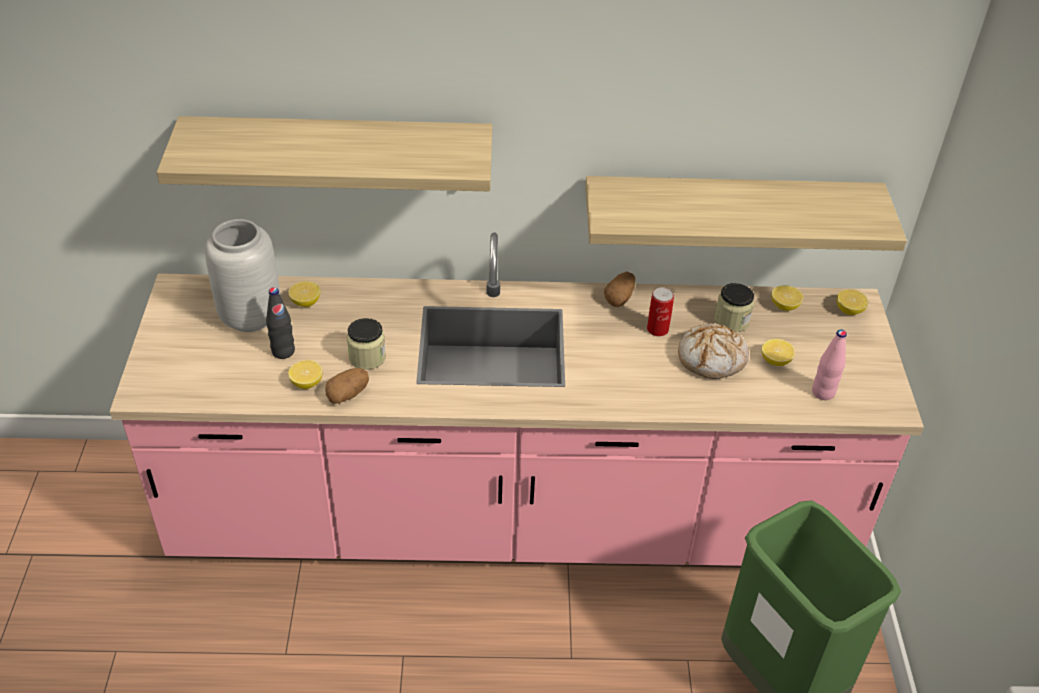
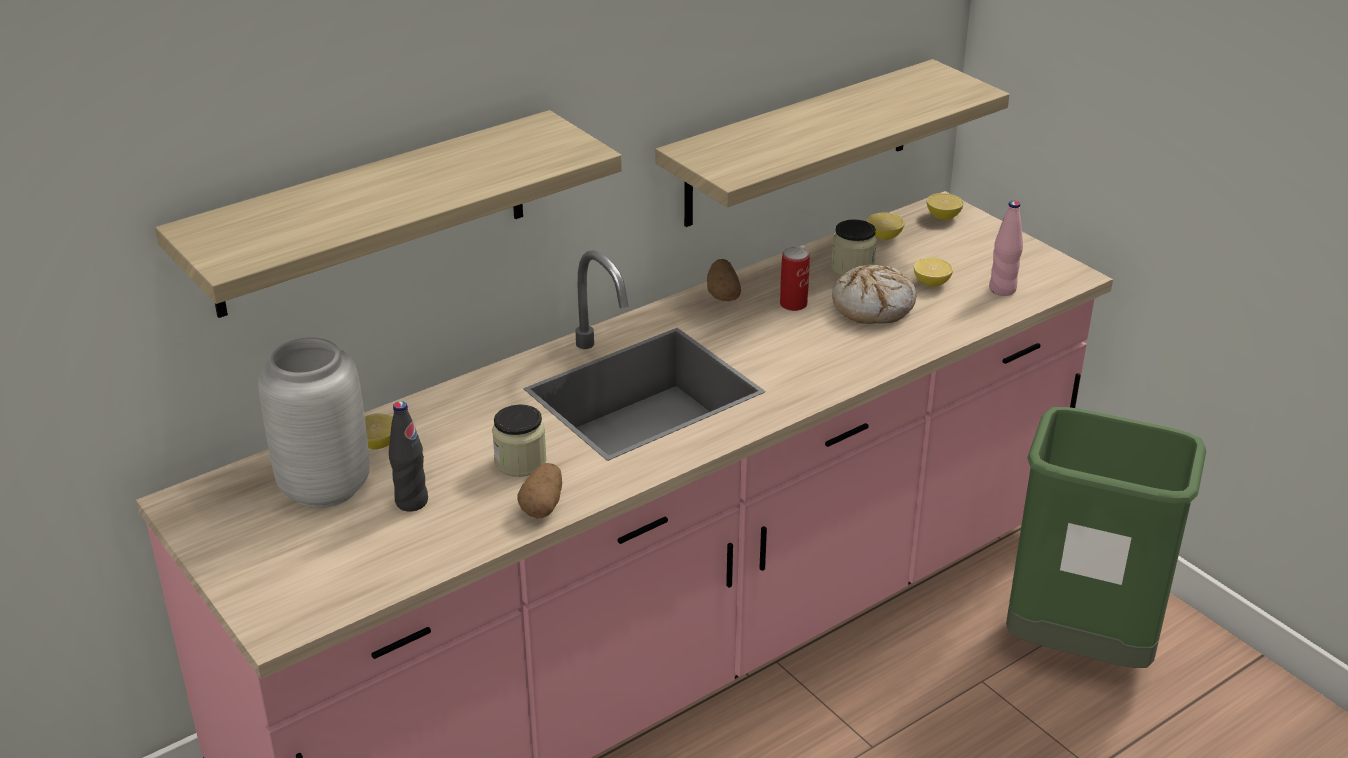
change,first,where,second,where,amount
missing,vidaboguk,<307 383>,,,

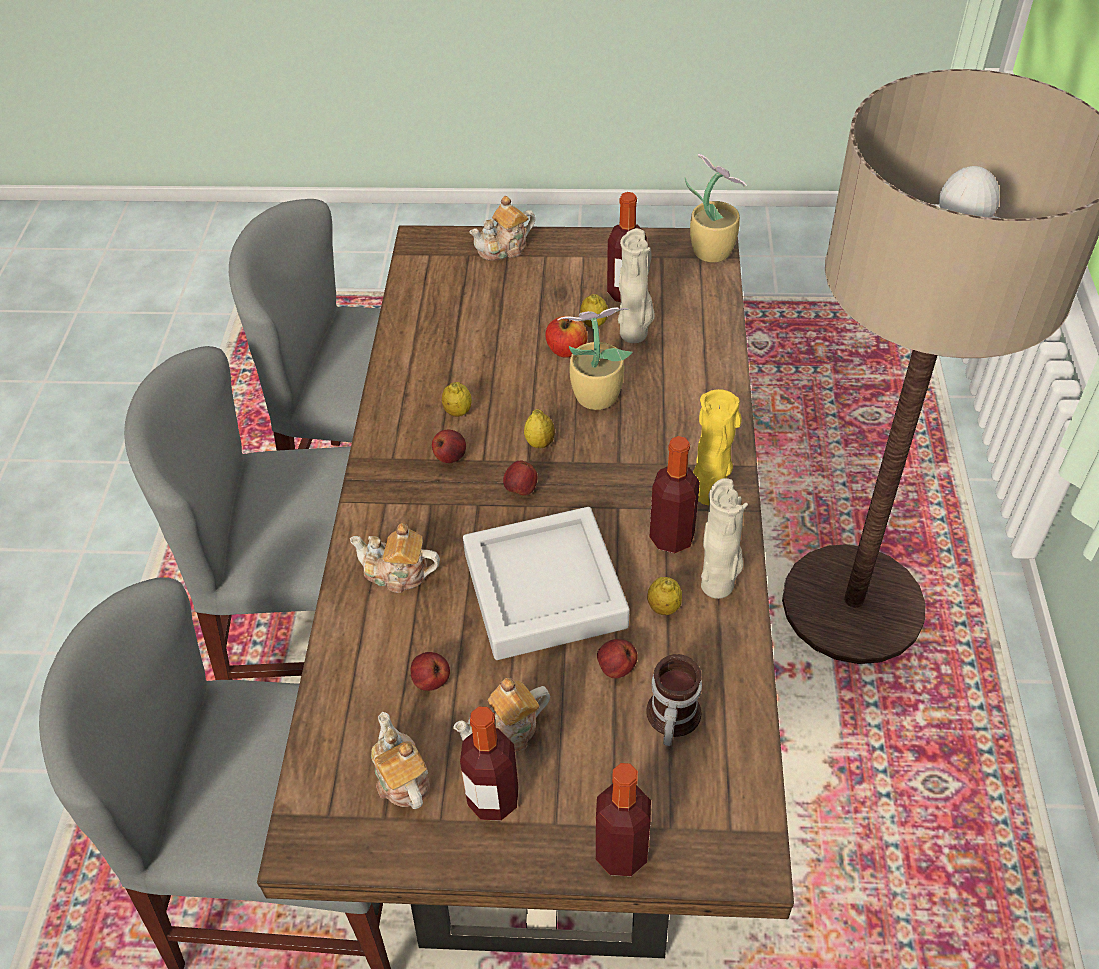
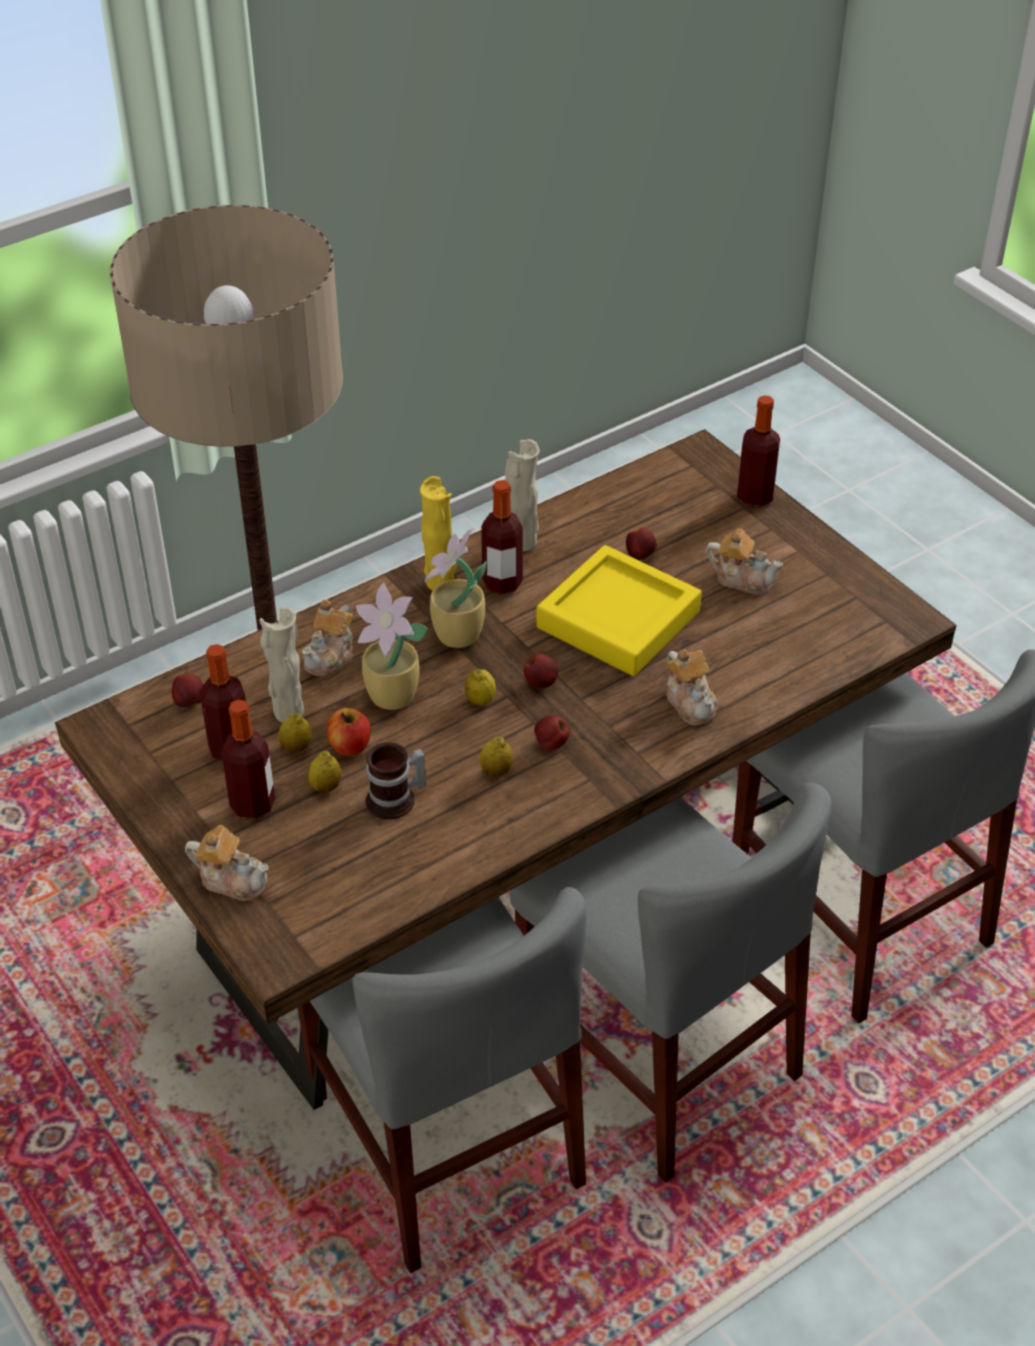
change,first,where,second,where,amount
relocated,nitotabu,<431 681>,,<190 703>,
relocated,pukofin,<493 799>,,<252 804>,
relocated,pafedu,<401 778>,,<331 656>,
relocated,vidaboguk,<663 607>,,<326 787>,
relocated,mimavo,<670 717>,,<396 801>,
relocated,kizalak,<711 250>,,<456 636>,
colour,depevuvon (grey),<544 590>,depevuvon (yellow),<618 620>,

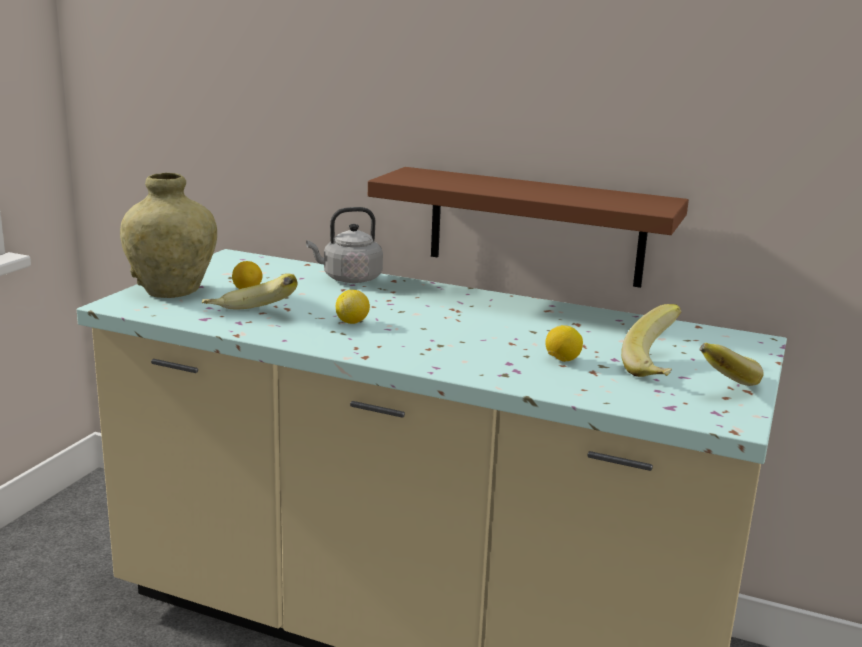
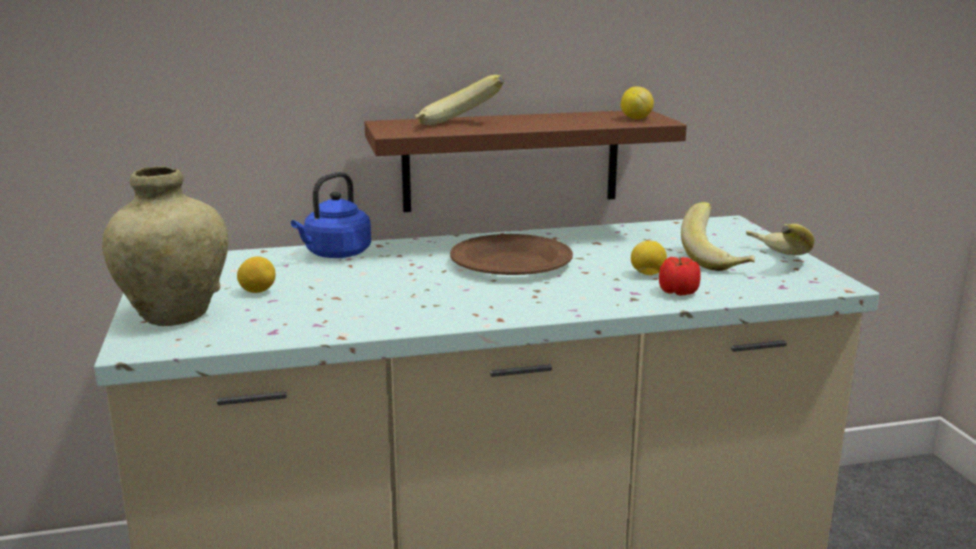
change,first,where,second,where,amount
colour,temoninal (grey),<349 279>,temoninal (blue),<335 254>,
relocated,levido,<250 316>,,<457 126>,
appeared,,,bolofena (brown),<511 262>,
relocated,vidaboguk,<352 322>,,<636 118>,
appeared,,,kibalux,<678 293>,

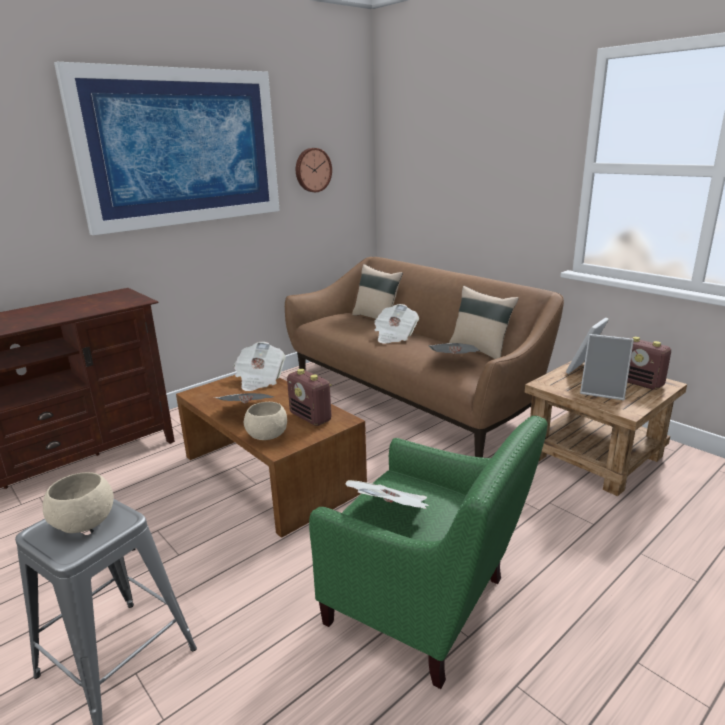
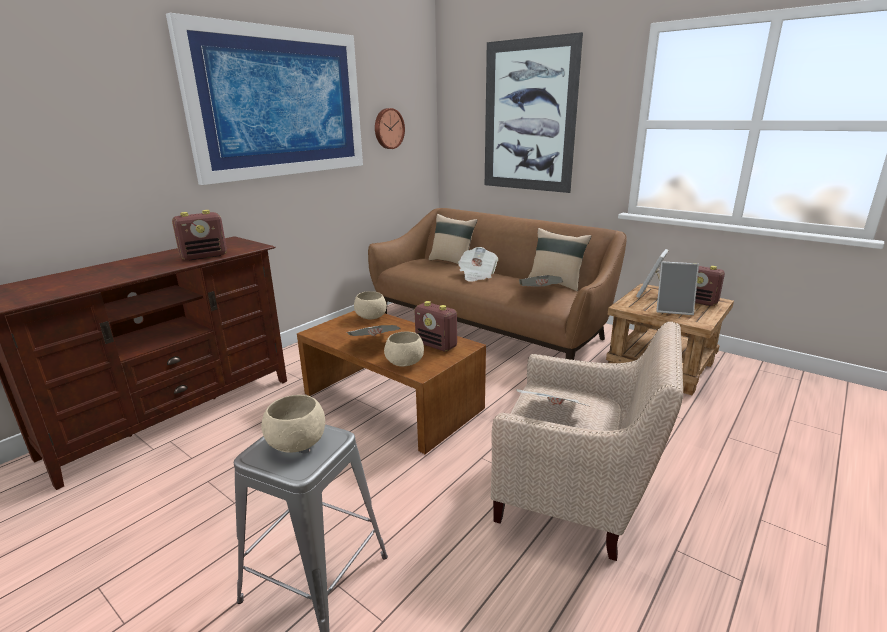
change,first,where,second,where,amount
appeared,,,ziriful,<204 256>,
exchanged,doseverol,<259 380>,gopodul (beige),<371 317>,
appeared,,,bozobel,<528 117>,
colour,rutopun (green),<426 608>,rutopun (beige),<577 498>,

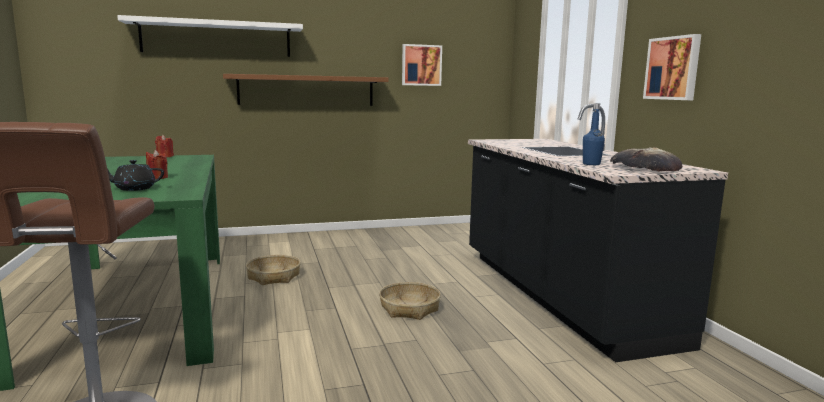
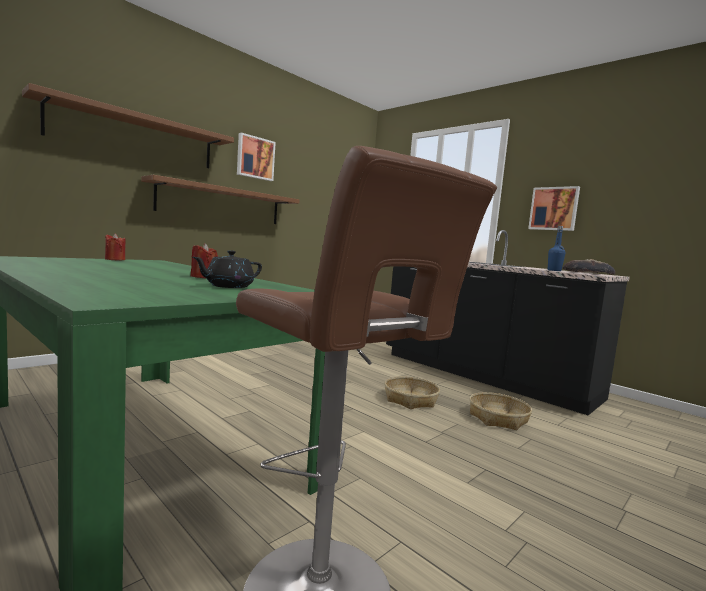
change,first,where,second,where,amount
colour,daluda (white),<217 38>,daluda (brown),<136 136>,
relocated,bozobel,<421 65>,,<255 158>,
relocated,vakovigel,<273 276>,,<498 418>,

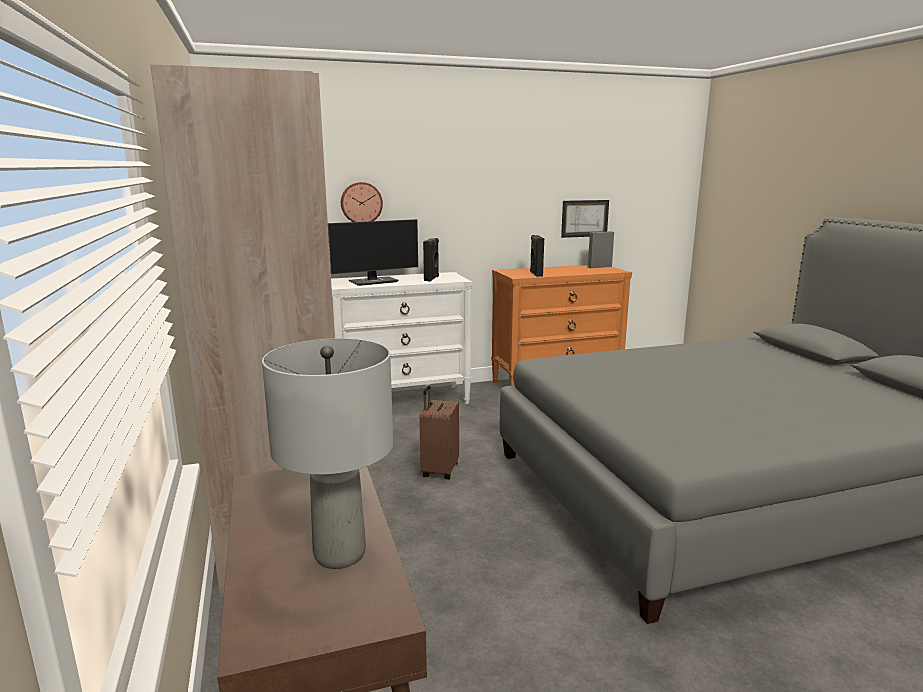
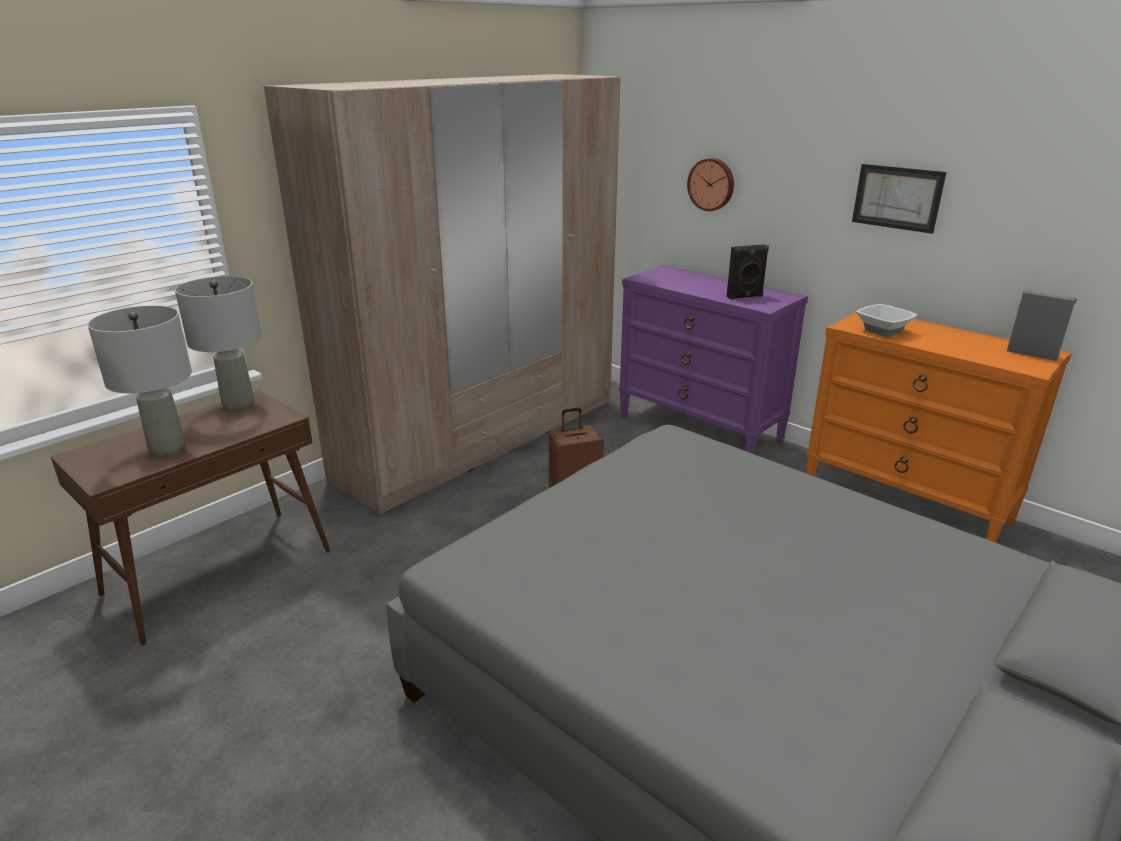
change,first,where,second,where,amount
appeared,,,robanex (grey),<238 405>,
colour,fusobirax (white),<401 401>,fusobirax (purple),<700 429>,
relocated,bozobel,<584 218>,,<897 197>,
exchanged,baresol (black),<535 274>,gopodul,<882 331>,
missing,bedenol,<374 281>,,,

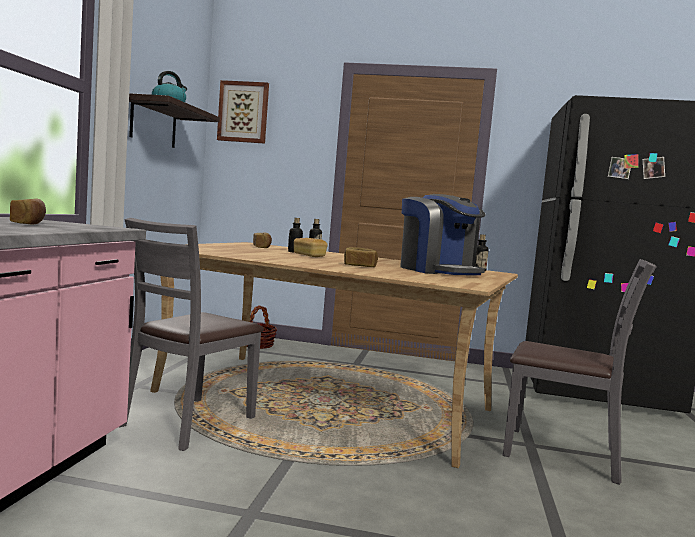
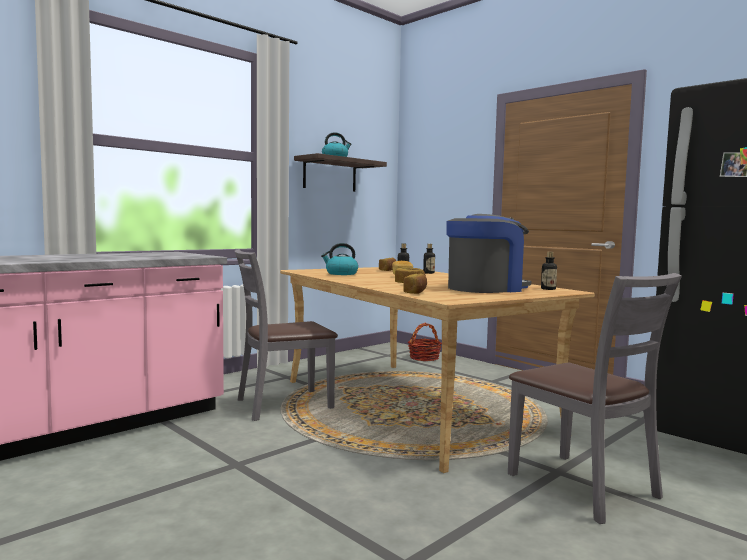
change,first,where,second,where,amount
appeared,,,temoninal,<341 274>,
relocated,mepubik,<29 223>,,<416 292>,
spun,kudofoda,<438 271>,,<486 288>,120 degrees counterclockwise
missing,bozobel,<243 112>,,,

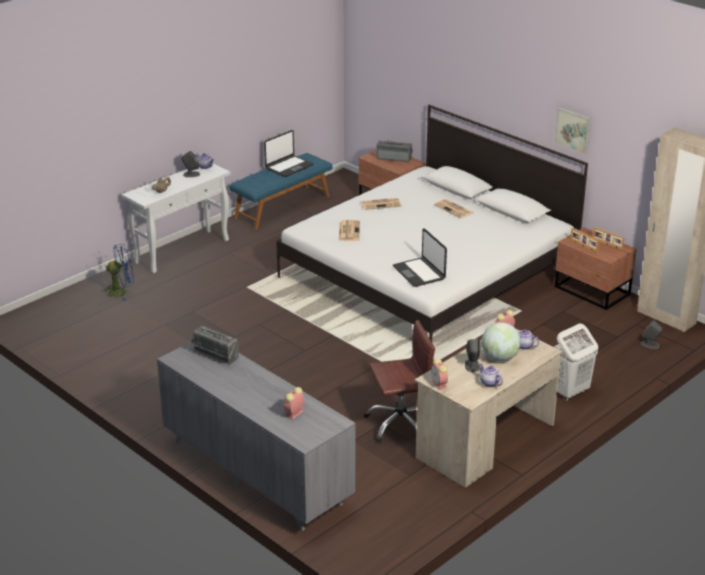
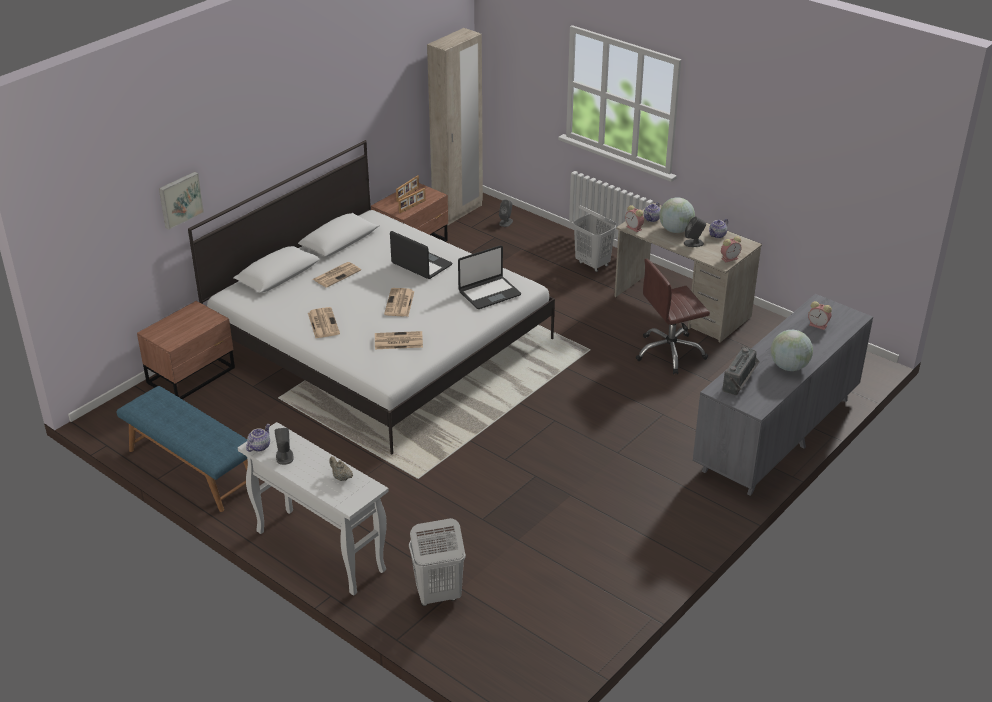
change,first,where,second,where,amount
relocated,bozobel,<574 129>,,<180 199>,
appeared,,,doseverol,<399 303>,
relocated,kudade,<288 167>,,<421 265>,
exchanged,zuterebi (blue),<121 292>,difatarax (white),<438 595>,
spun,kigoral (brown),<400 424>,,<670 353>,90 degrees counterclockwise
appeared,,,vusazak,<788 367>,
missing,ziriful,<394 158>,,,

